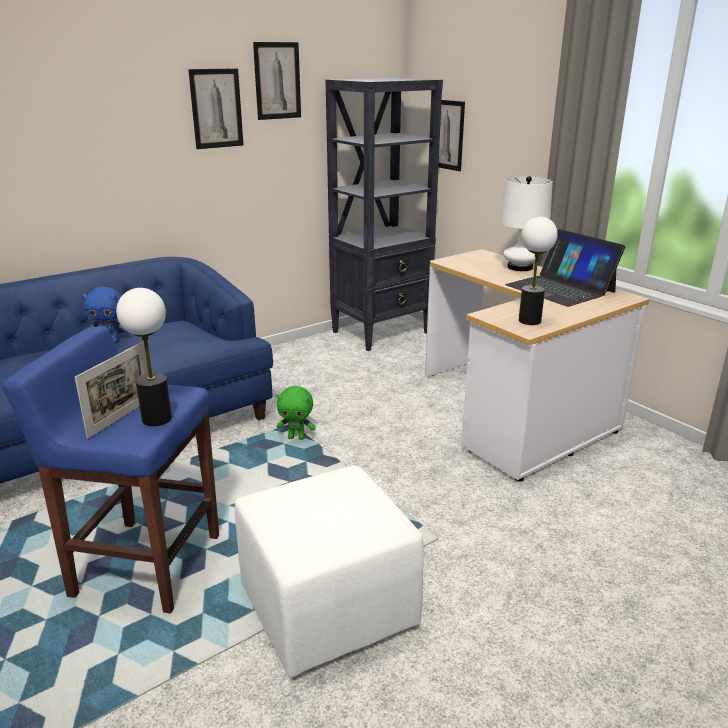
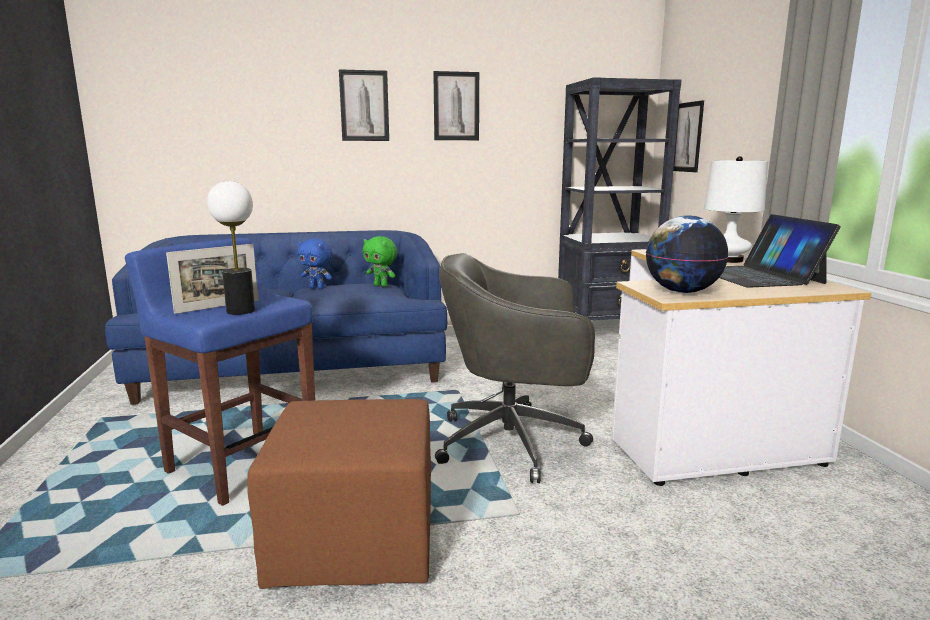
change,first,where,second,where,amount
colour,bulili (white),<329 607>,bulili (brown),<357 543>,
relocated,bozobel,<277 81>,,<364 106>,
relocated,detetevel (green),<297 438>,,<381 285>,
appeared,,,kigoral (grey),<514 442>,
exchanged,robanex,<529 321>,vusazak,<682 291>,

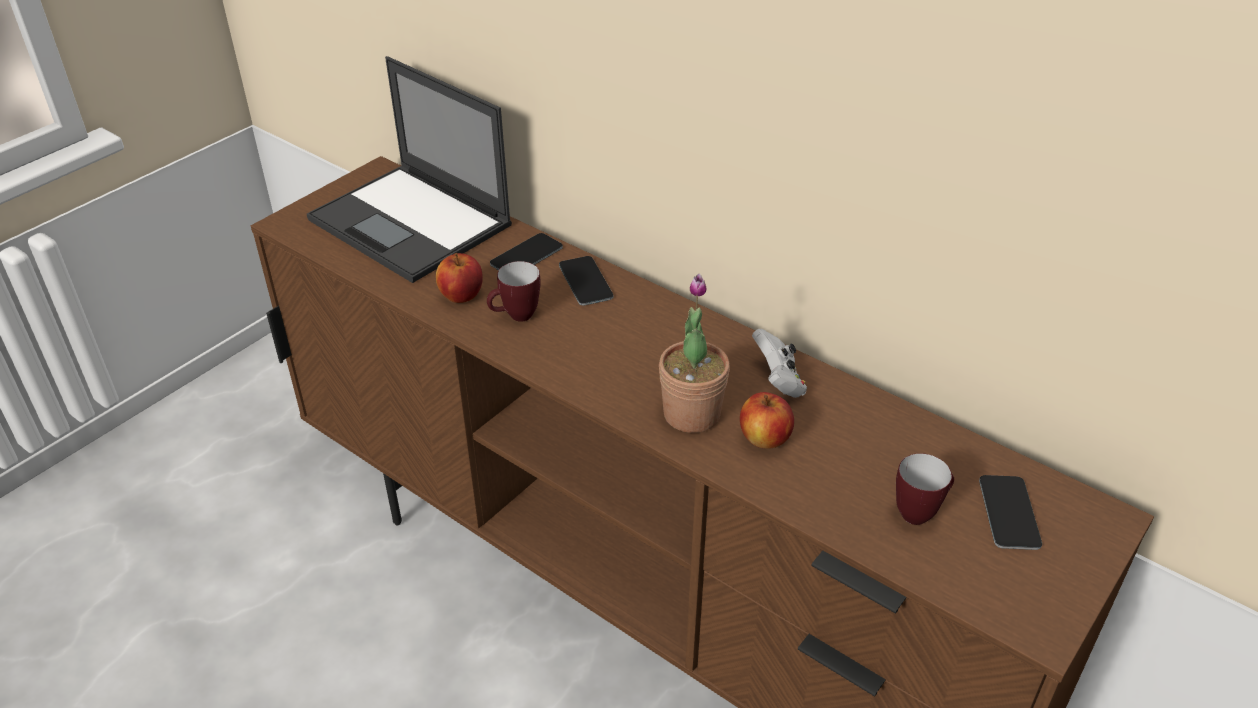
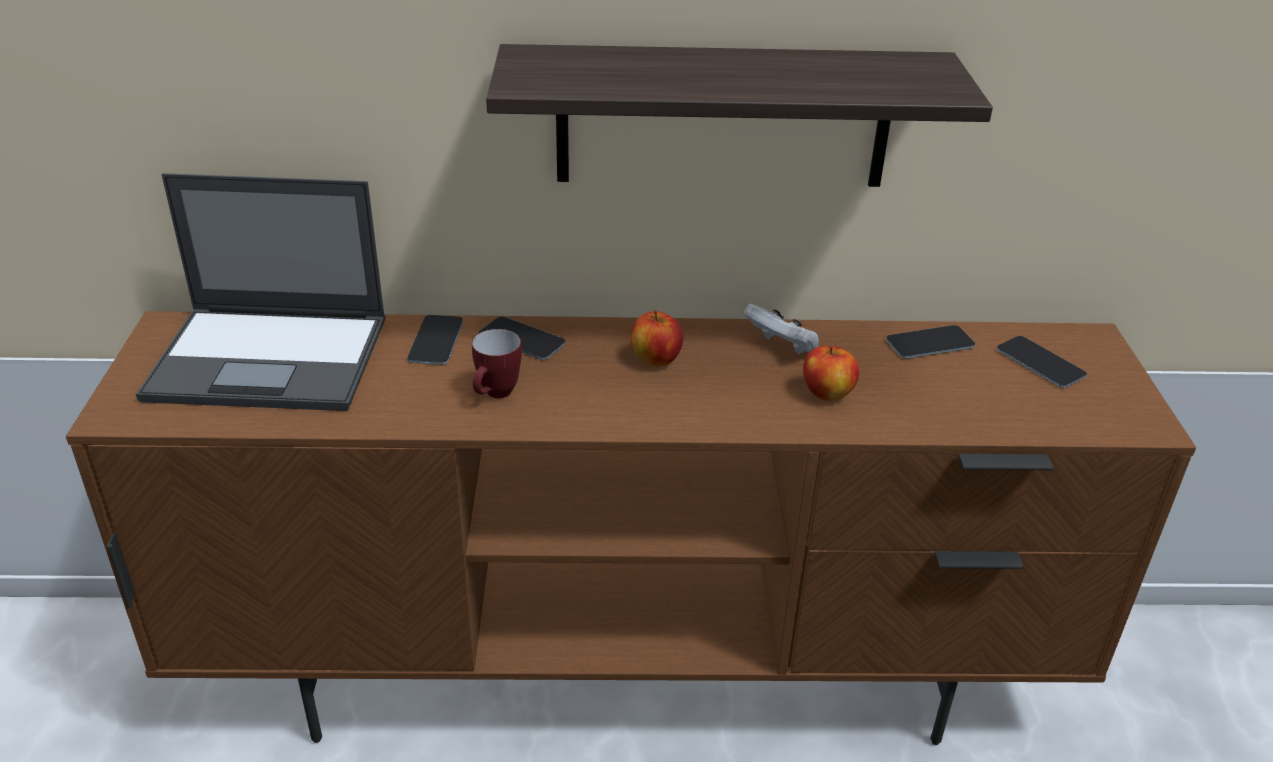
change,first,where,second,where,amount
appeared,,,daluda,<723 117>,
relocated,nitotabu,<461 296>,,<656 360>,
appeared,,,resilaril,<930 343>,
missing,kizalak,<691 414>,,,
missing,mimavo,<919 512>,,,

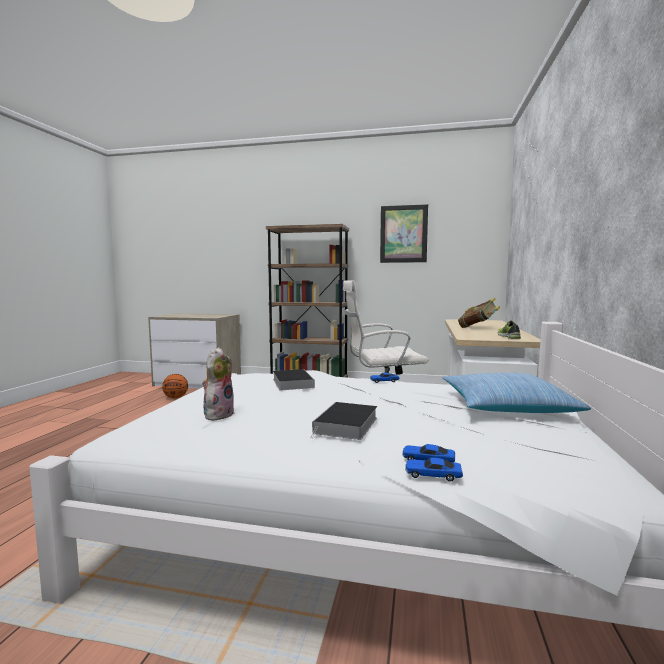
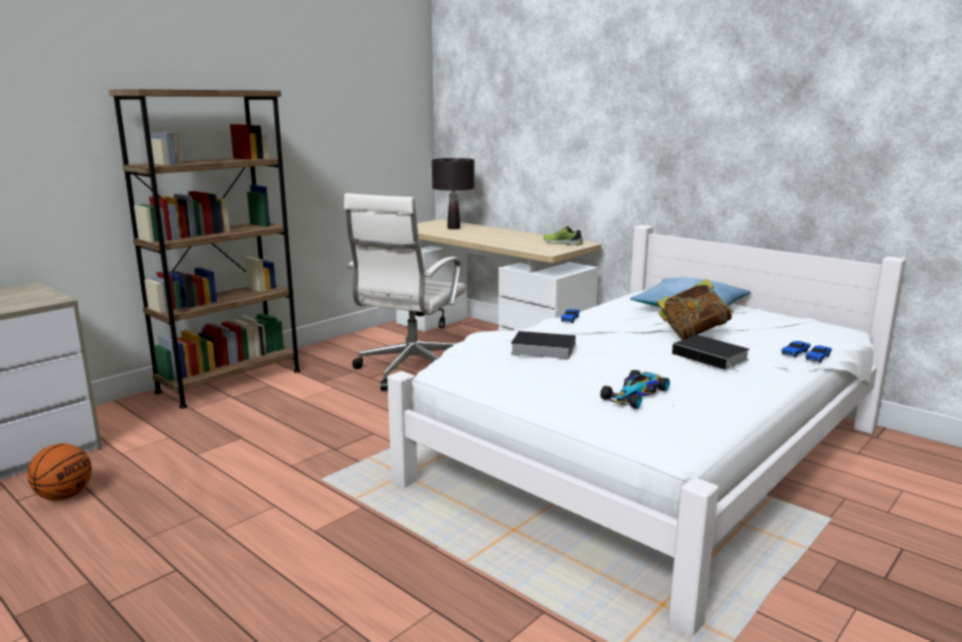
change,first,where,second,where,amount
appeared,,,robanex (black),<453 228>,
exchanged,detetevel,<218 414>,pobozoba,<636 394>,
relocated,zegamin,<478 328>,,<693 334>,
missing,bozobel,<403 234>,,,

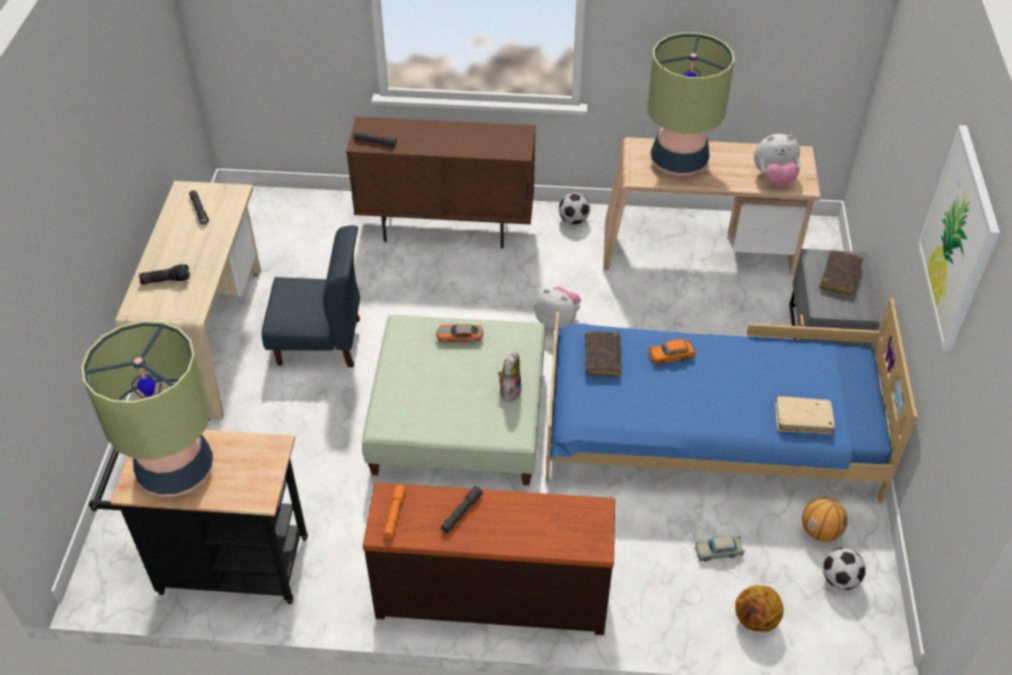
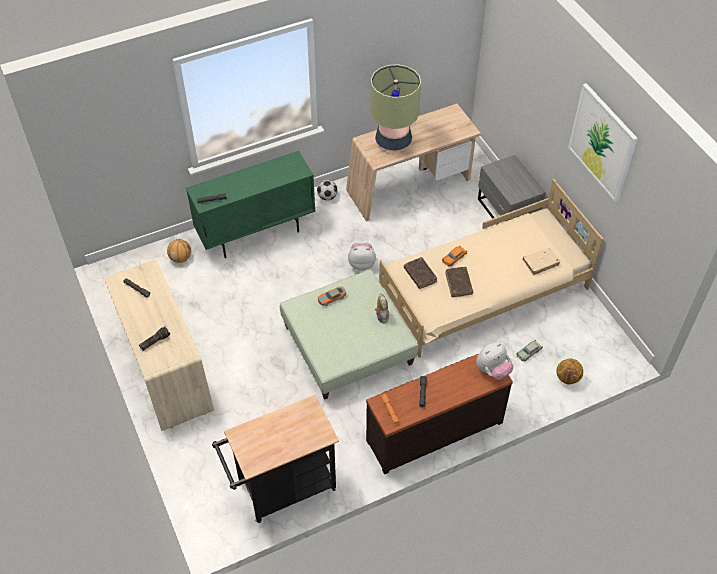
change,first,where,second,where,amount
relocated,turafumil,<820 531>,,<180 258>,
colour,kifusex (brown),<446 229>,kifusex (green),<256 233>,
colour,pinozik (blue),<708 433>,pinozik (beige),<483 291>,
relocated,zegamin (brown),<840 277>,,<458 284>,
relocated,detetevel,<774 178>,,<492 370>,
missing,robanex,<176 470>,,,
missing,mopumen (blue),<320 341>,,,
missing,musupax,<839 579>,,,

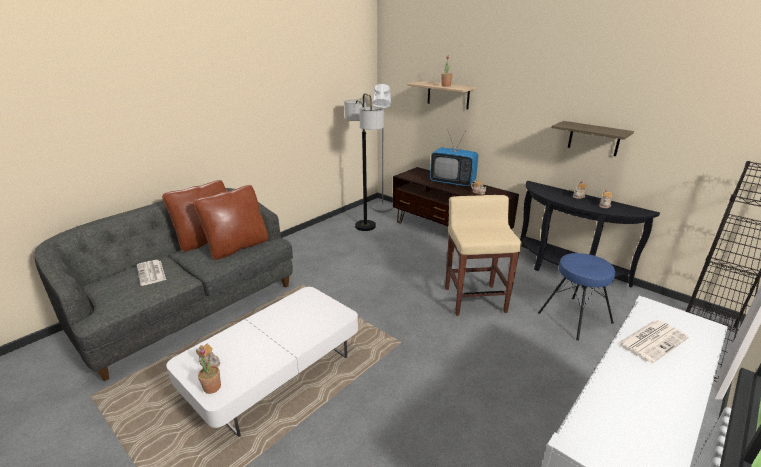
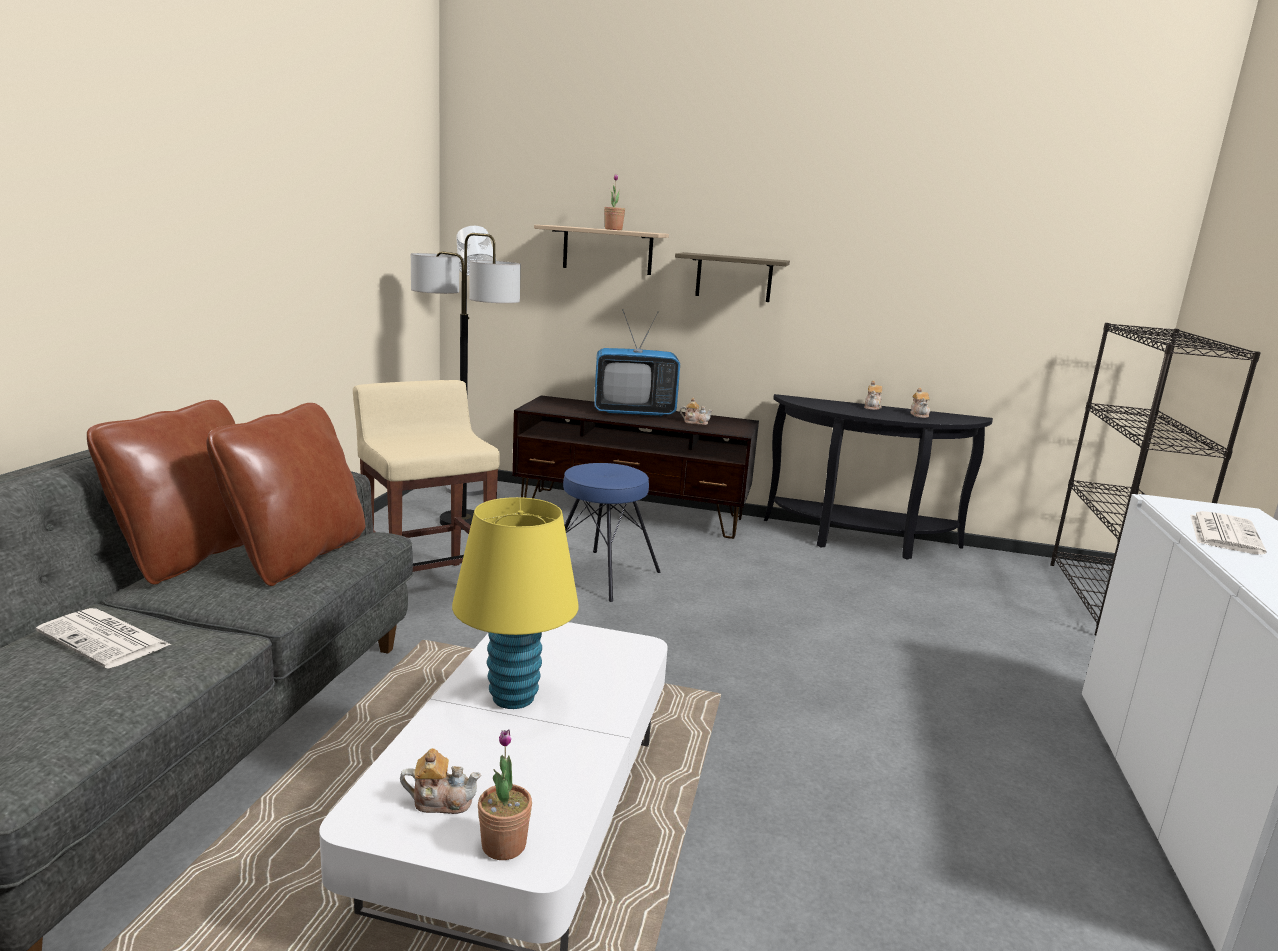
change,first,where,second,where,amount
relocated,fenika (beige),<474 299>,,<427 587>,
appeared,,,robanex (yellow),<513 697>,
relocated,fenika (blue),<574 317>,,<601 574>,
relocated,daluda,<594 138>,,<734 277>,

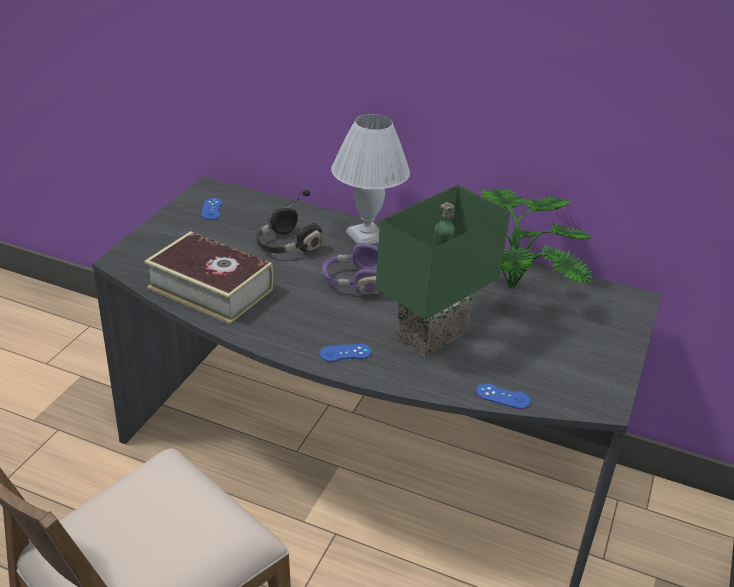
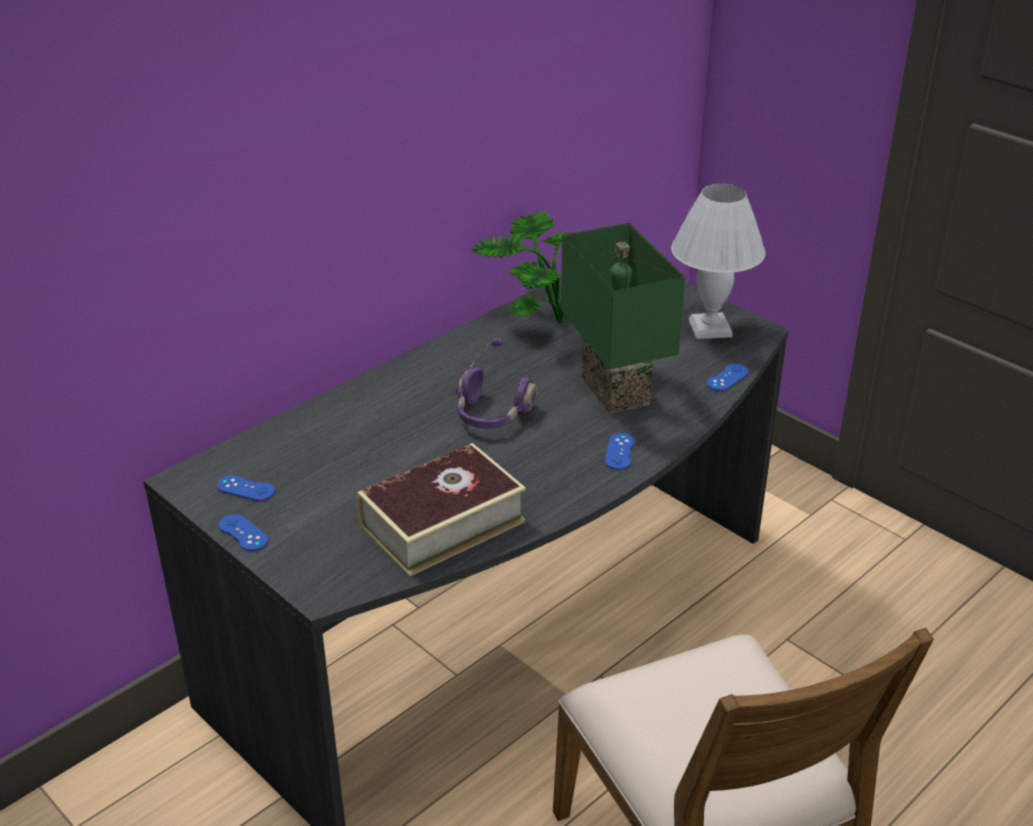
change,first,where,second,where,amount
appeared,,,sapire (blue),<243 533>,
relocated,robanex (white),<365 236>,,<709 329>,
missing,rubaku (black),<286 246>,,,

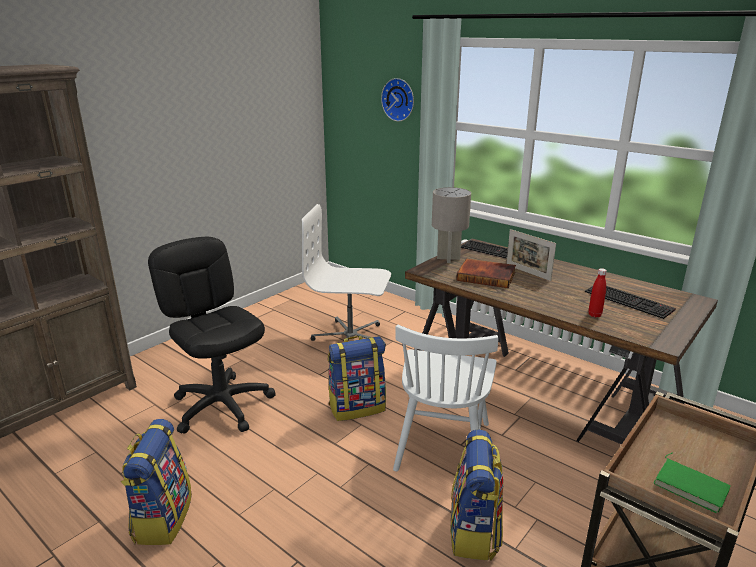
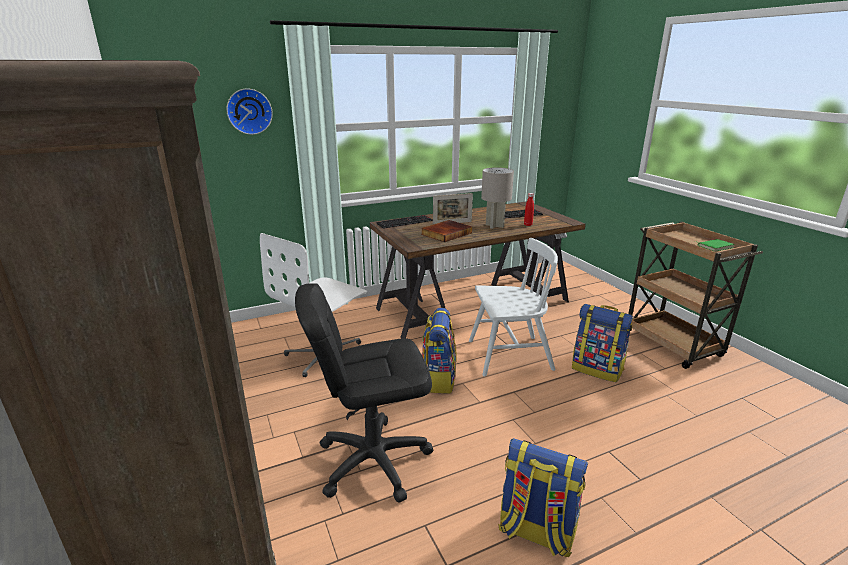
change,first,where,second,where,amount
spun,mopumen (white),<442 445>,,<509 355>,45 degrees counterclockwise
relocated,robanex (grey),<448 258>,,<494 226>,

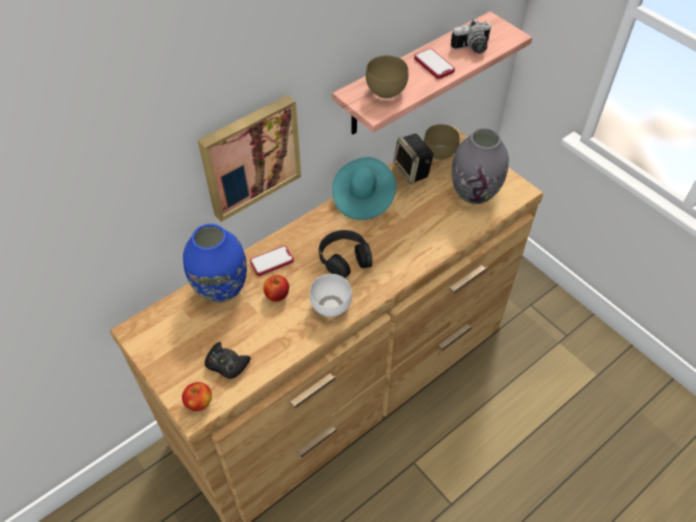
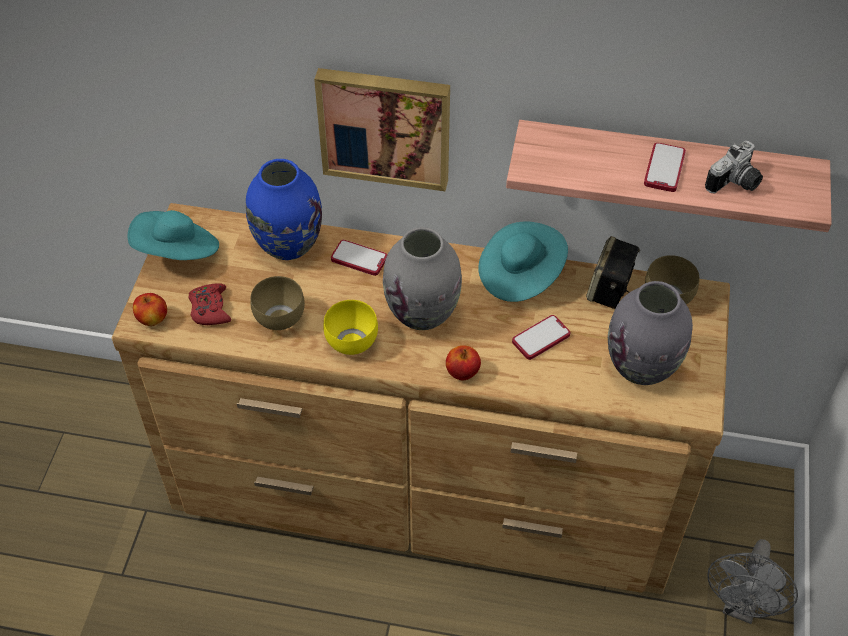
change,first,where,second,where,amount
appeared,,,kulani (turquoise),<177 252>,
colour,sapire (black),<226 364>,sapire (red),<210 309>,
relocated,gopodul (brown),<387 92>,,<279 320>,
colour,gopodul (white),<330 305>,gopodul (yellow),<352 340>,
exchanged,rubaku (black),<345 258>,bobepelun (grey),<423 313>,
relocated,nitotabu,<277 295>,,<462 372>,
appeared,,,resilaril,<541 338>,
spun,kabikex,<472 48>,,<735 184>,75 degrees counterclockwise
appeared,,,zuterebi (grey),<741 606>,

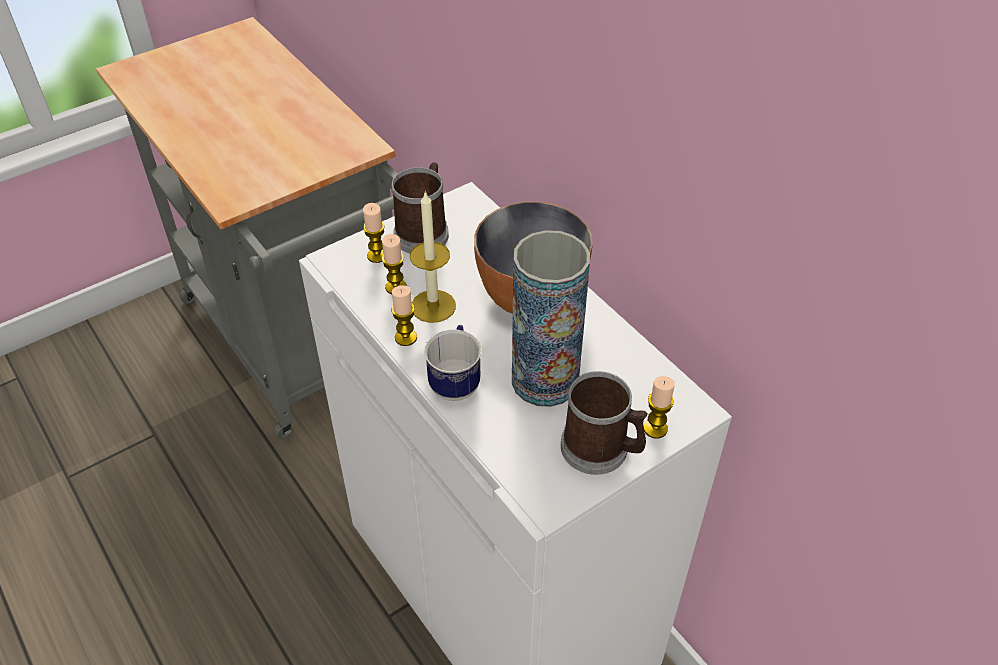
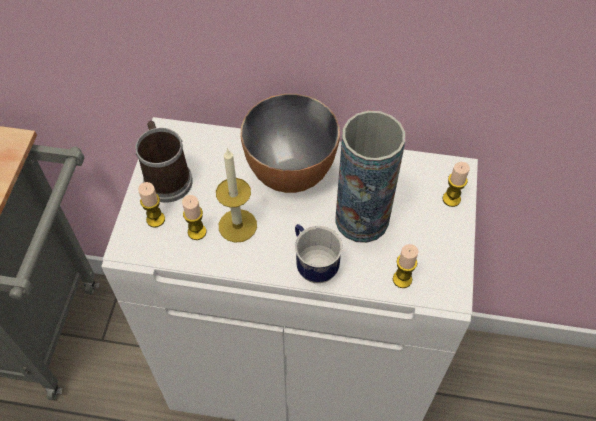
change,first,where,second,where,amount
relocated,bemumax,<406 337>,,<402 279>,
missing,mimavo,<601 449>,,,

